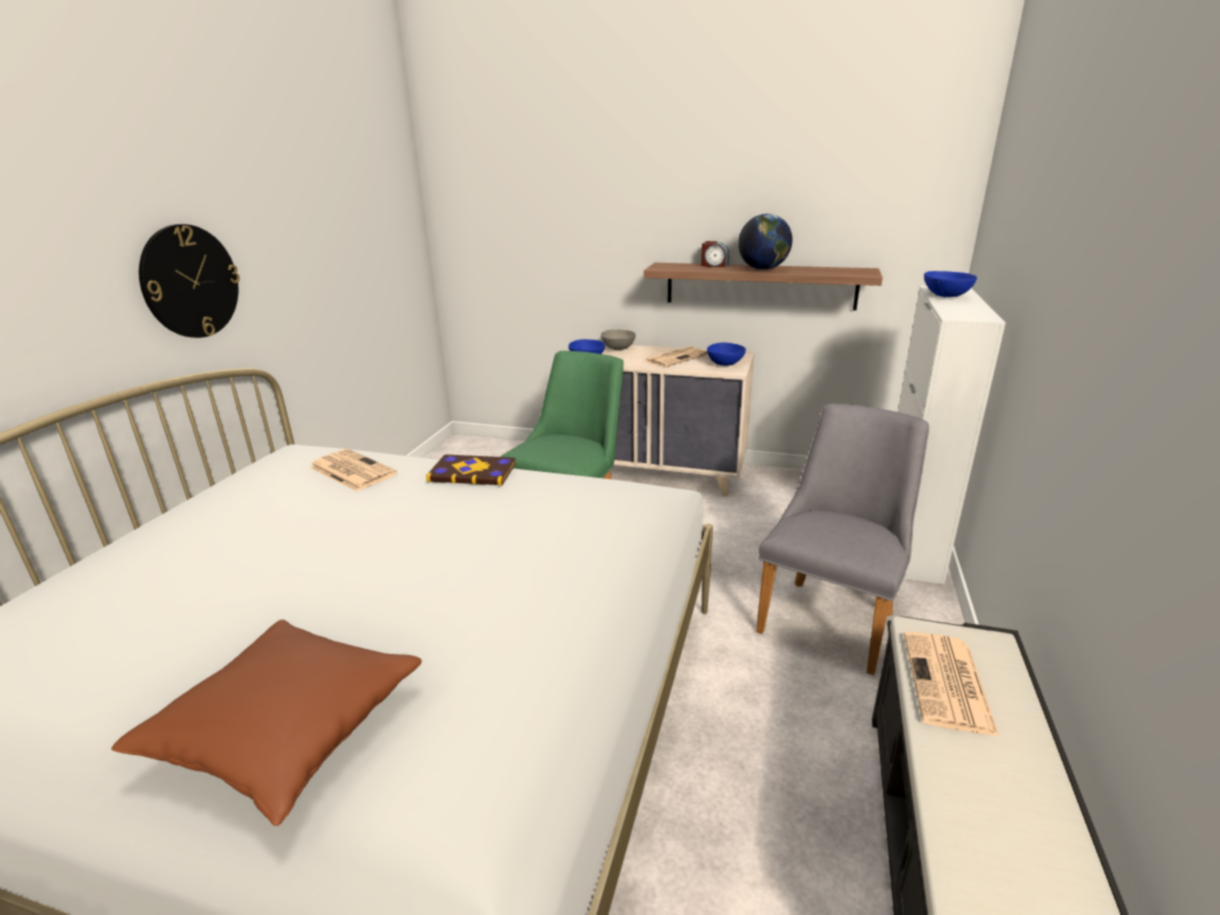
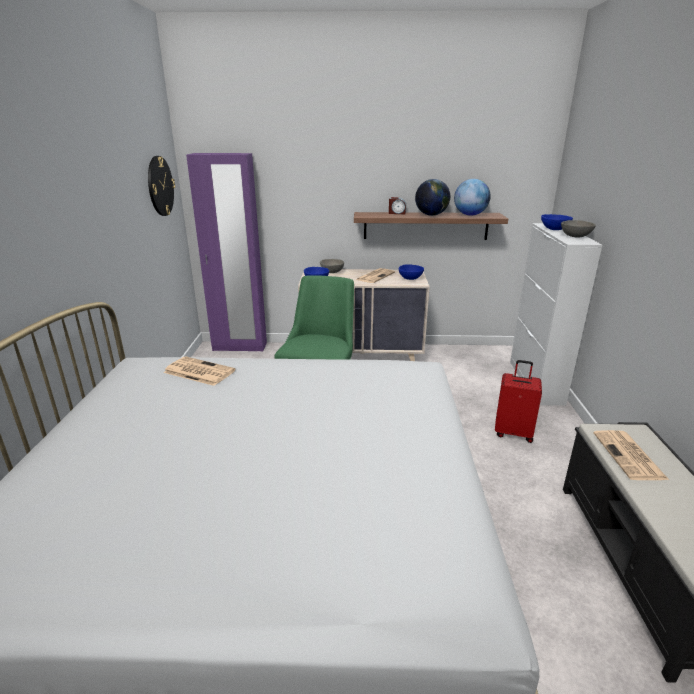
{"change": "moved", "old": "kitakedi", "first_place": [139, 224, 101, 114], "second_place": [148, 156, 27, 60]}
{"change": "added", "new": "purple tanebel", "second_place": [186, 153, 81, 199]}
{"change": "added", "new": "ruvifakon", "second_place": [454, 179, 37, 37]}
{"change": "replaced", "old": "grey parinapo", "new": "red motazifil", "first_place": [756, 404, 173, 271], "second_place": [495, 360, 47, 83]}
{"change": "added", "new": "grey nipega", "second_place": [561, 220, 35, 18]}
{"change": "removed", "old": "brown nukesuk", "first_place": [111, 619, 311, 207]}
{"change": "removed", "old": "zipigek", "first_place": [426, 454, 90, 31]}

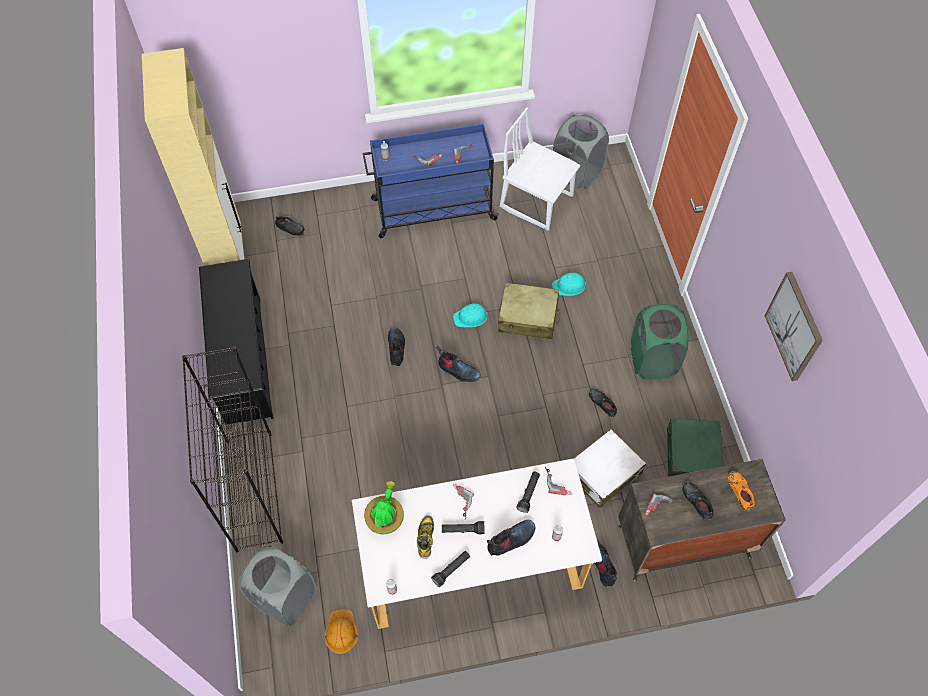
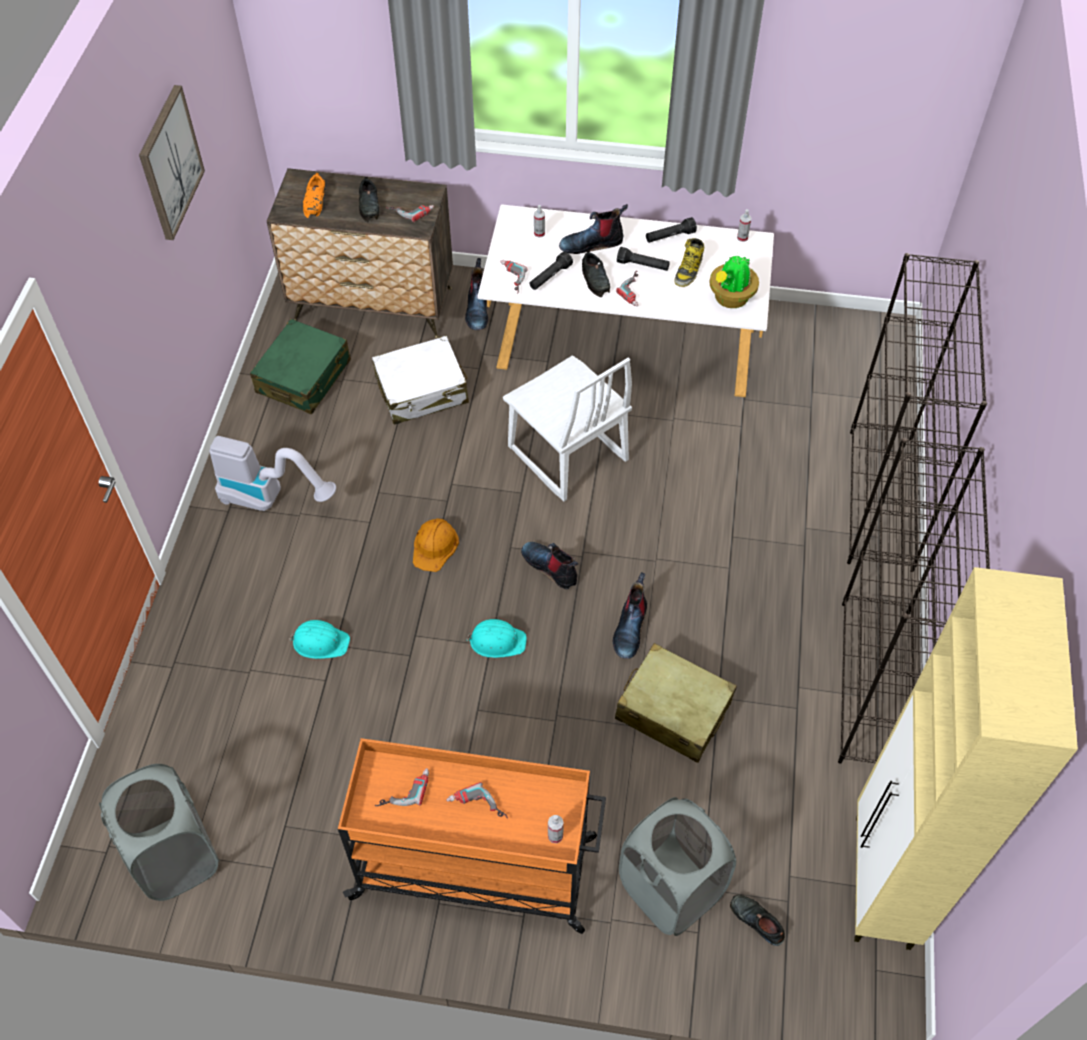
{"change": "replaced", "old": "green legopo", "new": "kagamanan", "first_place": [631, 304, 58, 76], "second_place": [210, 436, 126, 75]}
{"change": "recoloured", "old": "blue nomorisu", "new": "orange nomorisu", "first_place": [363, 123, 136, 115], "second_place": [338, 738, 268, 196]}
{"change": "moved", "old": "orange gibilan", "first_place": [325, 609, 33, 45], "second_place": [413, 518, 46, 54]}
{"change": "moved", "old": "white parinapo", "first_place": [500, 108, 81, 123], "second_place": [503, 356, 129, 146]}
{"change": "moved", "old": "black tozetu", "first_place": [589, 389, 28, 28], "second_place": [582, 250, 28, 47]}
{"change": "moved", "old": "beige motazifil", "first_place": [498, 283, 62, 56], "second_place": [615, 643, 122, 120]}
{"change": "moved", "old": "grey legopo", "first_place": [239, 545, 77, 82], "second_place": [619, 797, 117, 139]}
{"change": "replaced", "old": "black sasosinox", "new": "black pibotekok", "first_place": [199, 259, 75, 165], "second_place": [838, 438, 152, 326]}

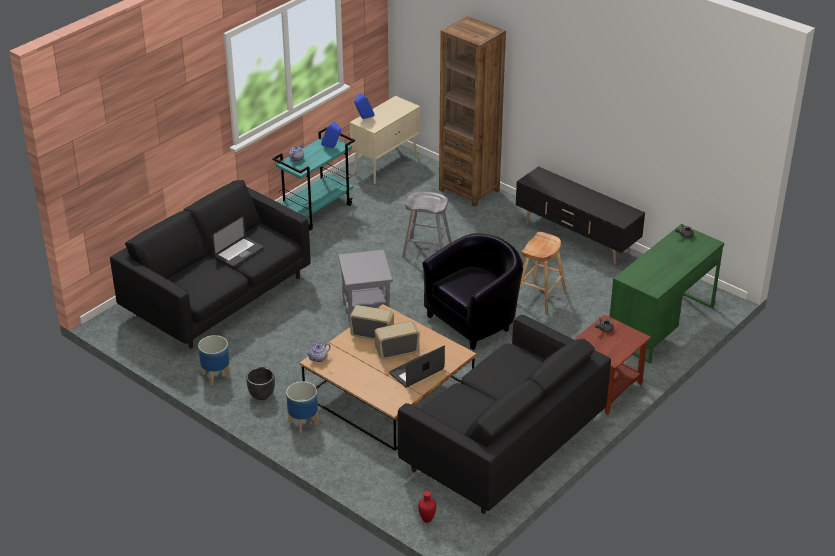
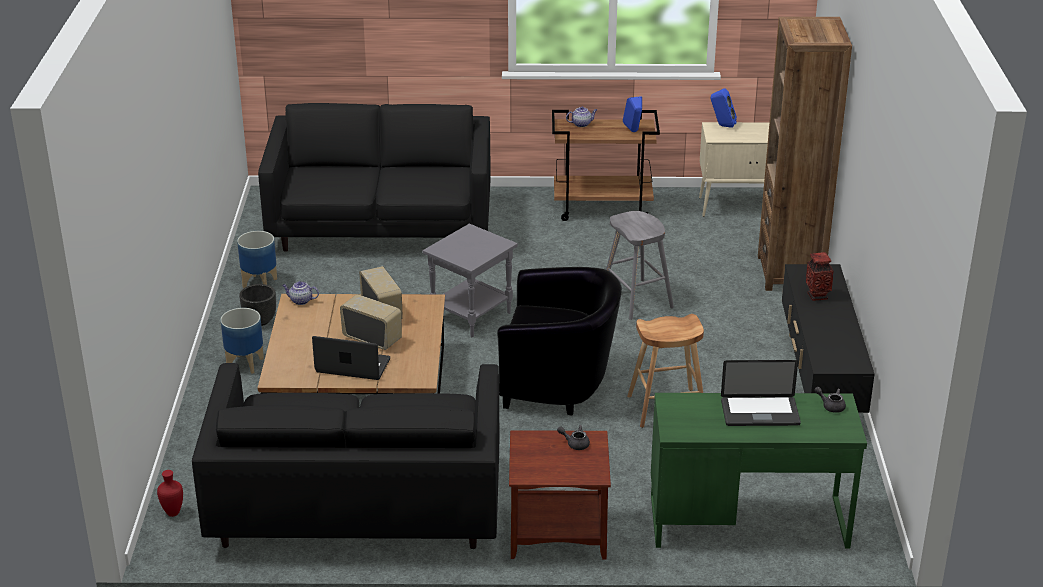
{"change": "recoloured", "old": "turquoise nomorisu", "new": "brown nomorisu", "first_place": [272, 127, 83, 103], "second_place": [552, 110, 108, 111]}
{"change": "moved", "old": "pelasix", "first_place": [212, 216, 52, 51], "second_place": [721, 360, 80, 66]}
{"change": "added", "new": "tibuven", "second_place": [806, 252, 28, 49]}

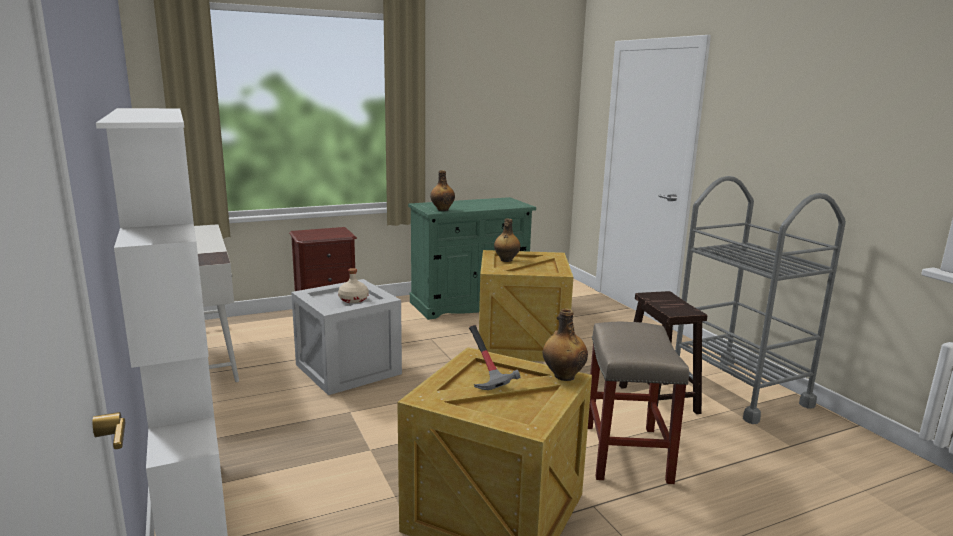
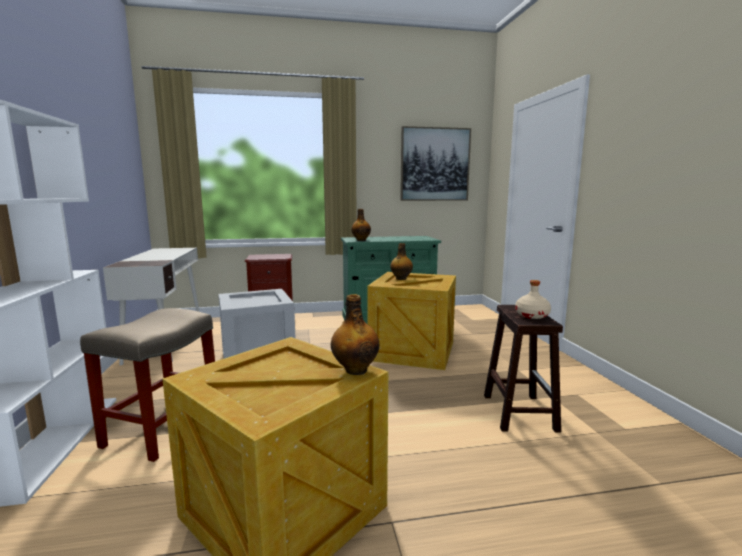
{"change": "moved", "old": "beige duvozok", "first_place": [588, 322, 101, 162], "second_place": [80, 308, 135, 154]}
{"change": "added", "new": "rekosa", "second_place": [400, 126, 71, 75]}
{"change": "moved", "old": "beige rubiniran", "first_place": [338, 268, 31, 35], "second_place": [515, 280, 36, 39]}
{"change": "removed", "old": "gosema", "first_place": [469, 325, 51, 65]}
{"change": "removed", "old": "grey nomorisu", "first_place": [675, 176, 171, 248]}

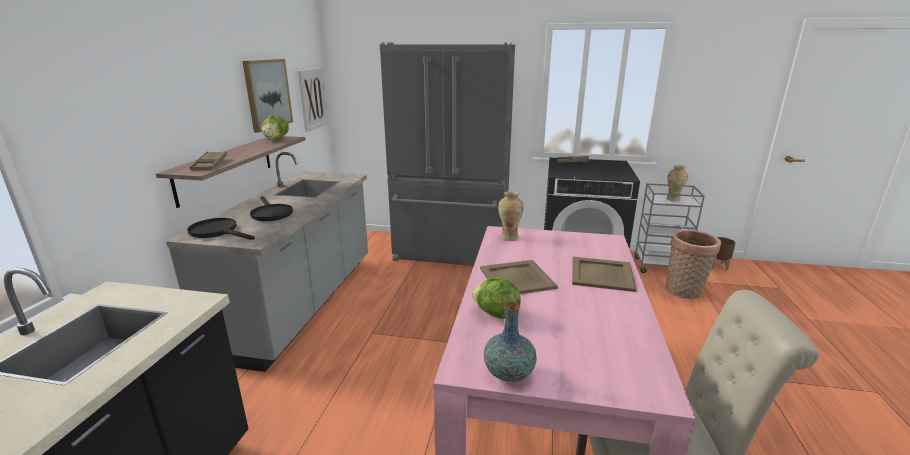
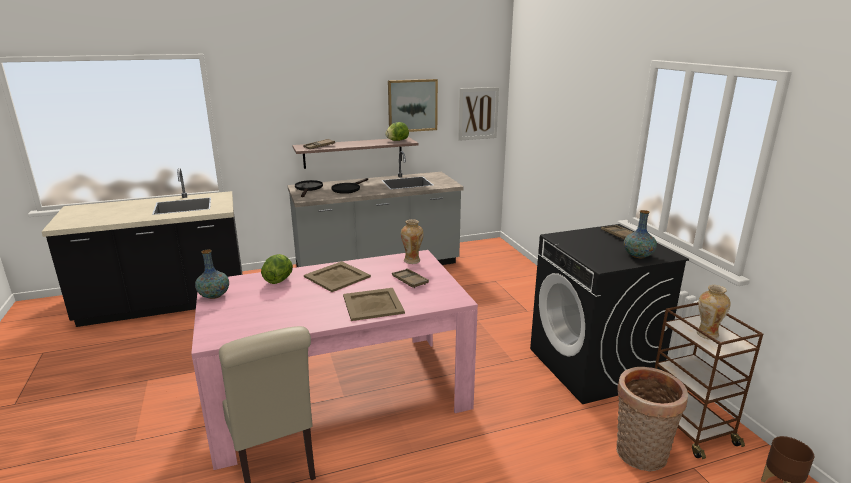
{"change": "added", "new": "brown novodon", "second_place": [392, 268, 37, 20]}
{"change": "added", "new": "tibuven", "second_place": [624, 210, 33, 48]}
{"change": "recoloured", "old": "grey nomorisu", "new": "brown nomorisu", "first_place": [634, 183, 71, 90], "second_place": [655, 302, 108, 157]}
{"change": "removed", "old": "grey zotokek", "first_place": [380, 42, 135, 224]}

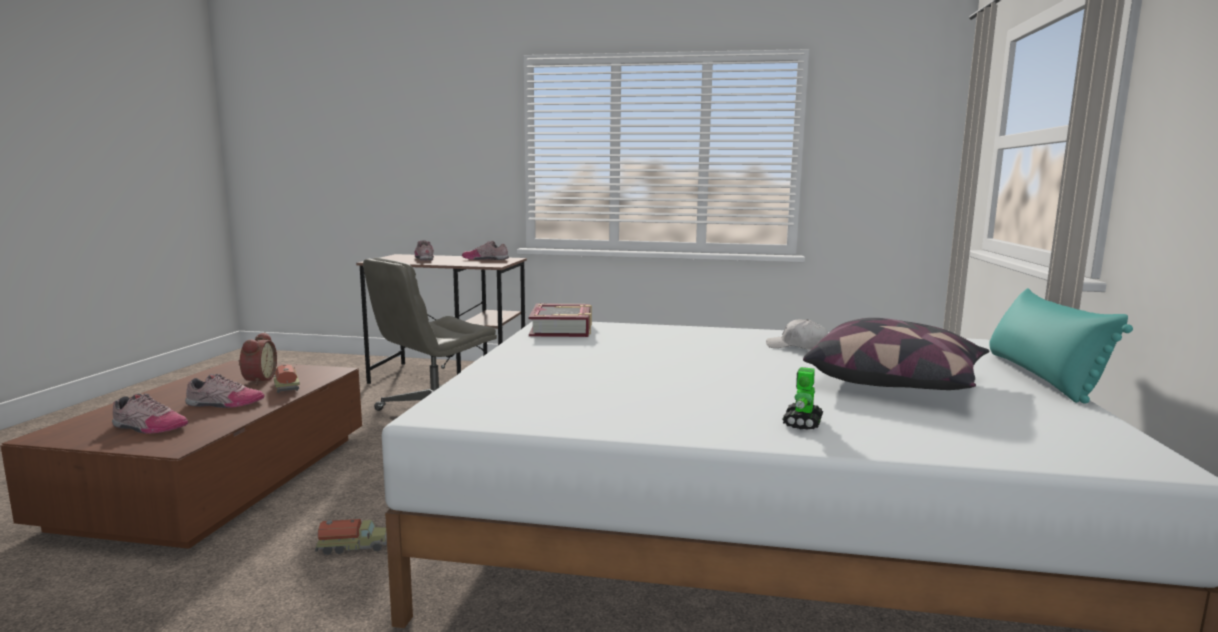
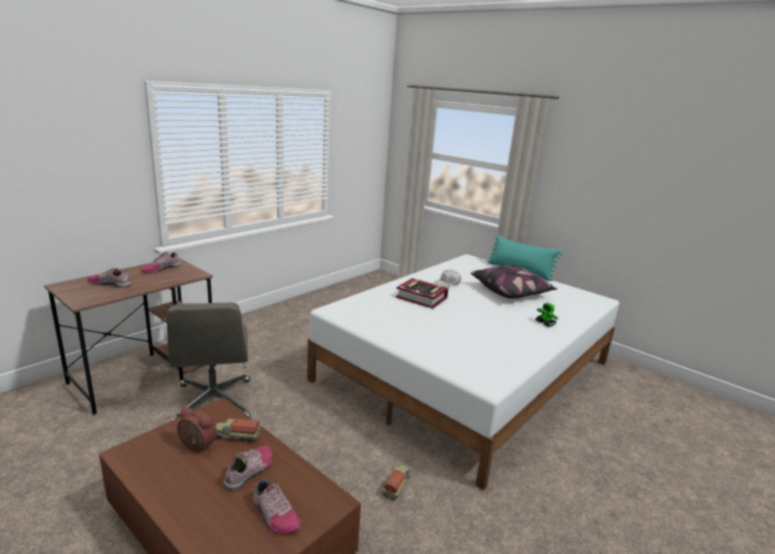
{"change": "turned", "old": "tozetu", "first_place": [112, 393, 76, 41], "second_place": [253, 479, 48, 55], "degrees": 90}
{"change": "moved", "old": "zipigek", "first_place": [529, 303, 63, 34], "second_place": [396, 278, 53, 31]}

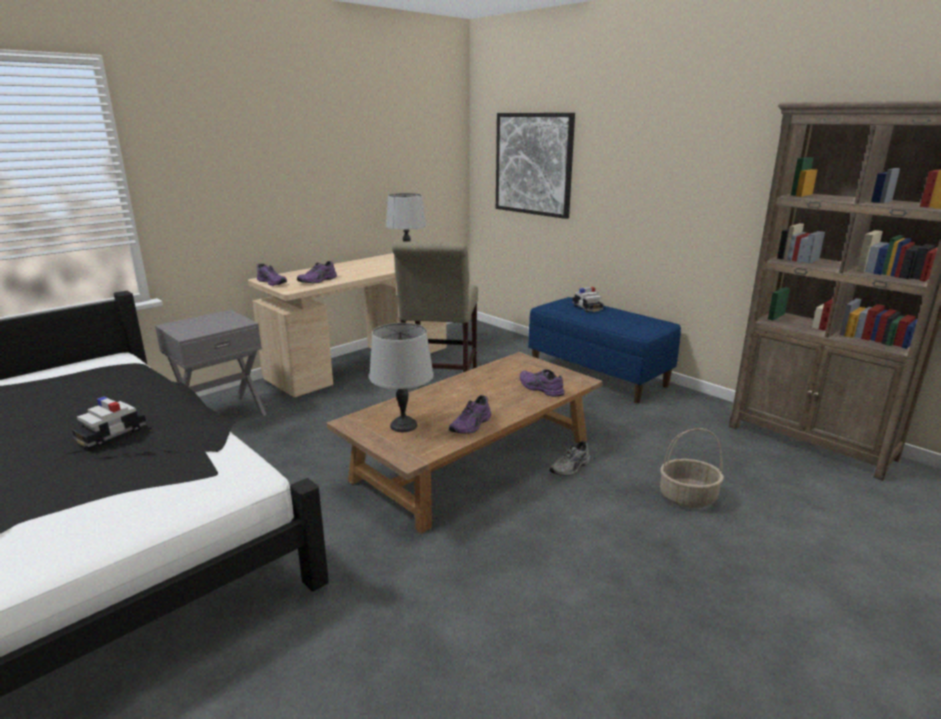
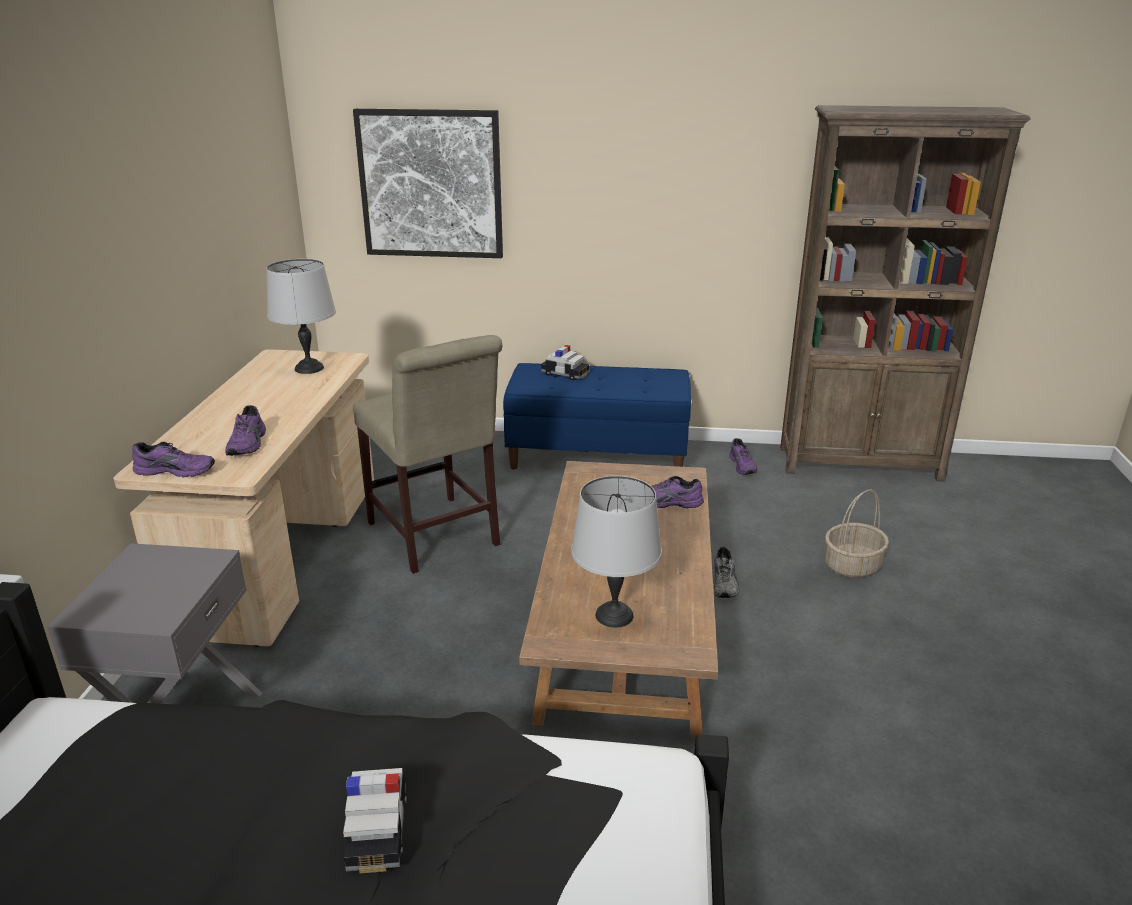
{"change": "moved", "old": "purple tozetu", "first_place": [449, 395, 42, 39], "second_place": [729, 438, 28, 37]}

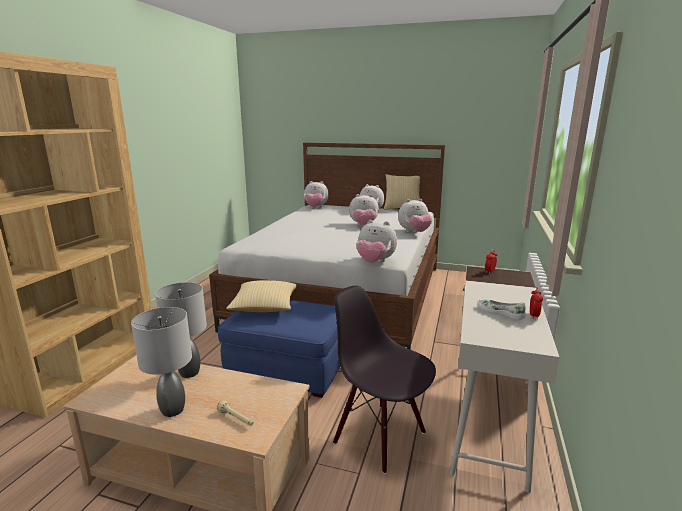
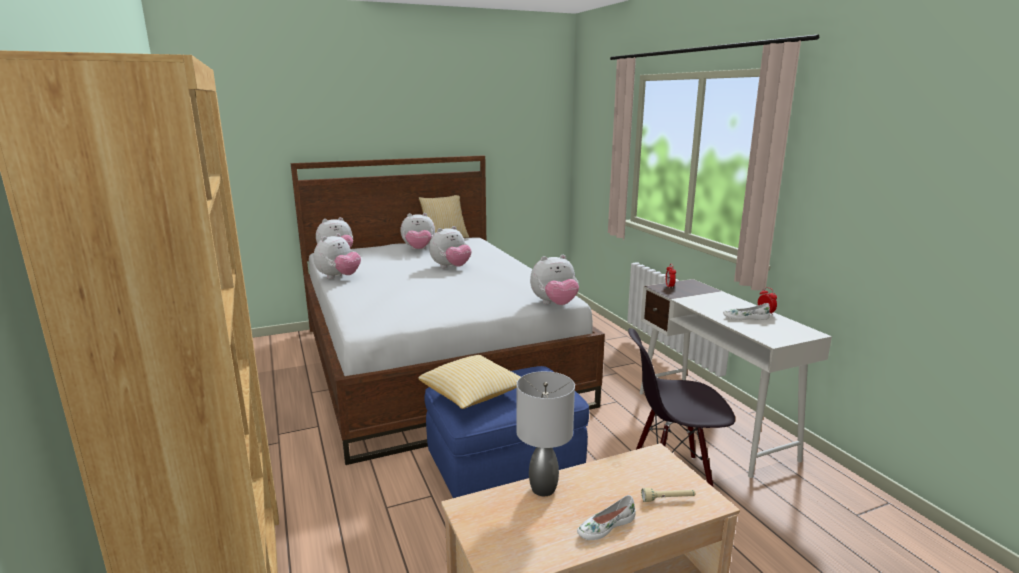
{"change": "moved", "old": "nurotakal", "first_place": [398, 199, 34, 34], "second_place": [314, 233, 47, 46]}
{"change": "replaced", "old": "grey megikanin", "new": "white tozetu", "first_place": [131, 307, 61, 110], "second_place": [577, 495, 59, 45]}

